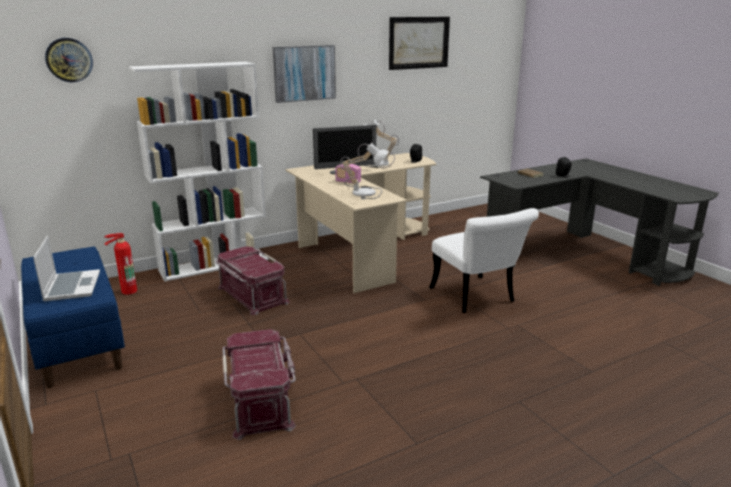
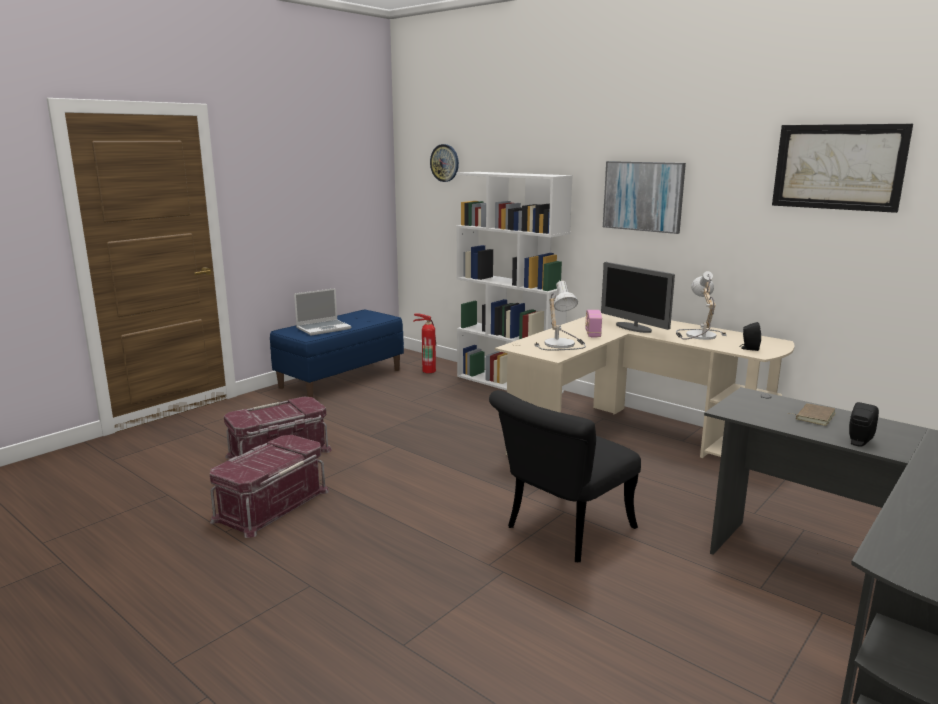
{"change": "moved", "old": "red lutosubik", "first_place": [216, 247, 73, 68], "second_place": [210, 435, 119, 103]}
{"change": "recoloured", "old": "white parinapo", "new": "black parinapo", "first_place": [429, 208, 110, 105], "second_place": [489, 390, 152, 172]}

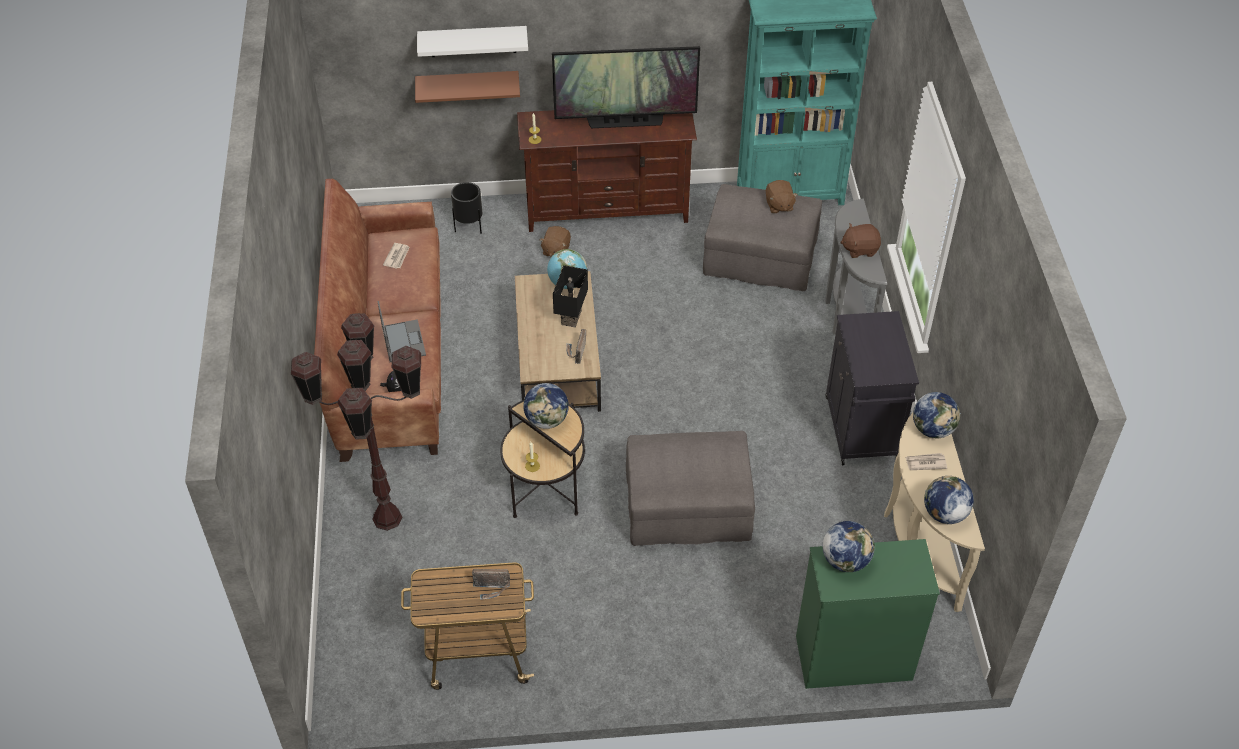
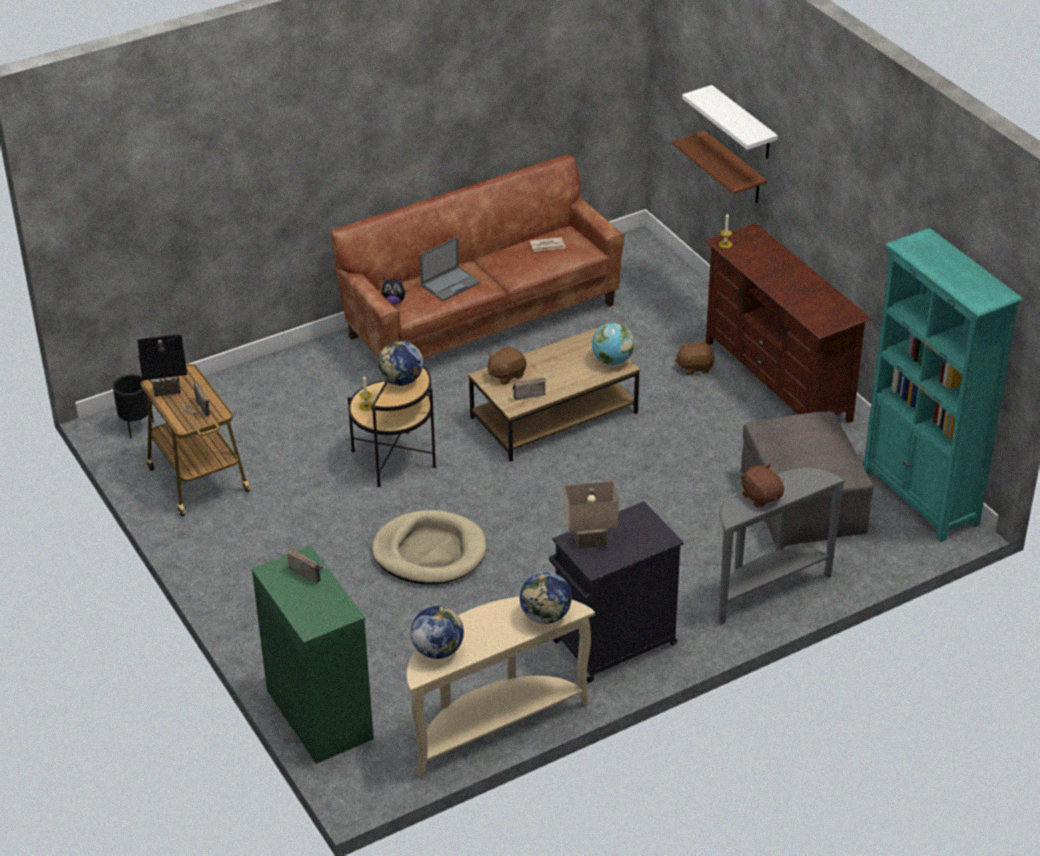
{"change": "moved", "old": "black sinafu", "first_place": [451, 182, 31, 52], "second_place": [113, 374, 41, 65]}
{"change": "moved", "old": "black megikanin", "first_place": [553, 265, 35, 63], "second_place": [137, 334, 50, 63]}
{"change": "replaced", "old": "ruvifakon", "new": "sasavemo", "first_place": [822, 521, 53, 51], "second_place": [287, 549, 39, 35]}
{"change": "replaced", "old": "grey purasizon", "new": "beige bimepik", "first_place": [626, 431, 129, 115], "second_place": [372, 510, 115, 75]}
{"change": "moved", "old": "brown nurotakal", "first_place": [766, 180, 32, 34], "second_place": [488, 347, 39, 38]}
{"change": "added", "new": "beige megikanin", "second_place": [564, 481, 55, 68]}
{"change": "removed", "old": "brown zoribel", "first_place": [291, 313, 130, 218]}
{"change": "removed", "old": "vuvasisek", "first_place": [552, 46, 148, 82]}
{"change": "removed", "old": "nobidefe", "first_place": [905, 453, 42, 17]}

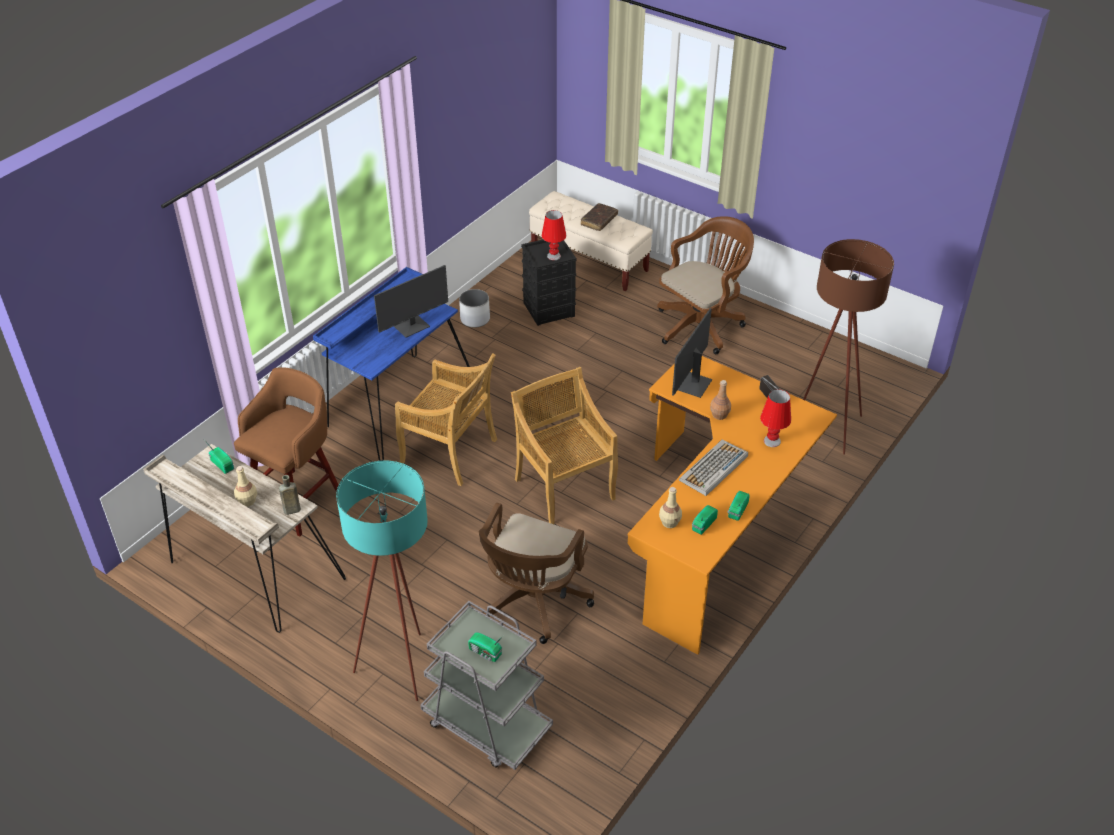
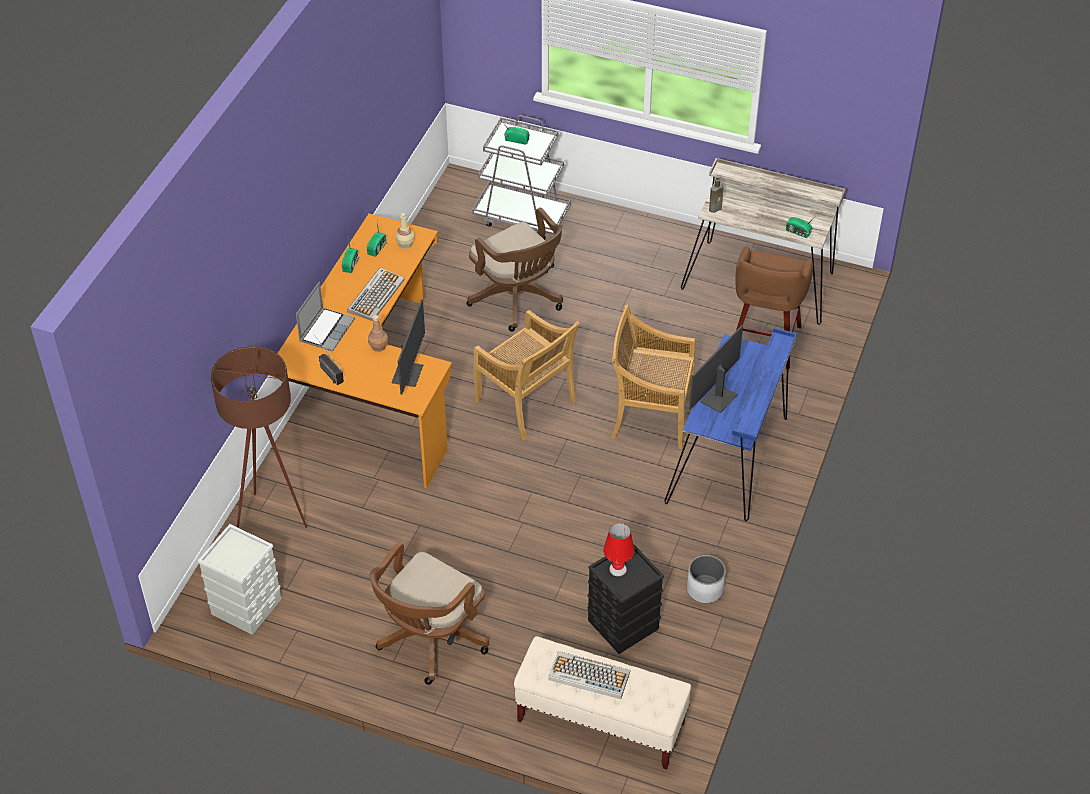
{"change": "added", "new": "grey lutosubik", "second_place": [198, 524, 84, 111]}
{"change": "replaced", "old": "red megikanin", "new": "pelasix", "first_place": [760, 389, 31, 58], "second_place": [296, 282, 59, 70]}
{"change": "turned", "old": "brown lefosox", "first_place": [479, 503, 115, 141], "second_place": [466, 208, 97, 124], "degrees": 135}
{"change": "replaced", "old": "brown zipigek", "new": "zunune", "first_place": [581, 203, 37, 28], "second_place": [548, 651, 83, 48]}
{"change": "removed", "old": "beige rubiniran", "first_place": [234, 466, 23, 41]}
{"change": "removed", "old": "turquoise zoribel", "first_place": [336, 460, 92, 241]}

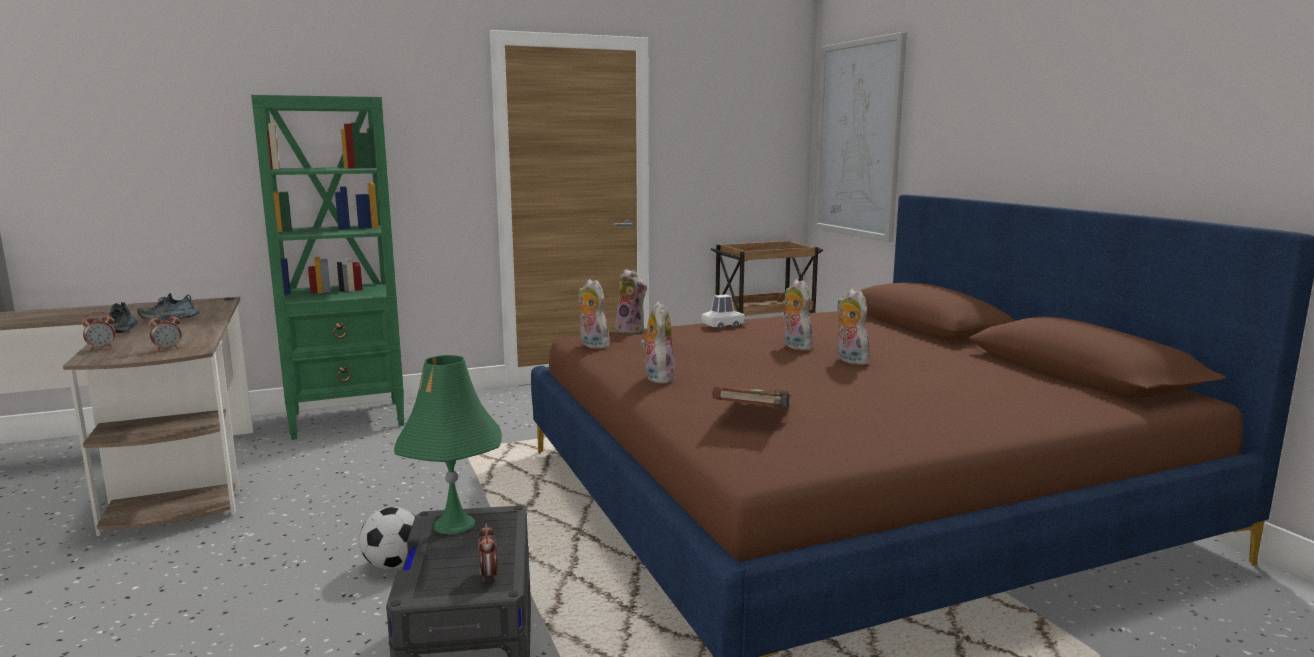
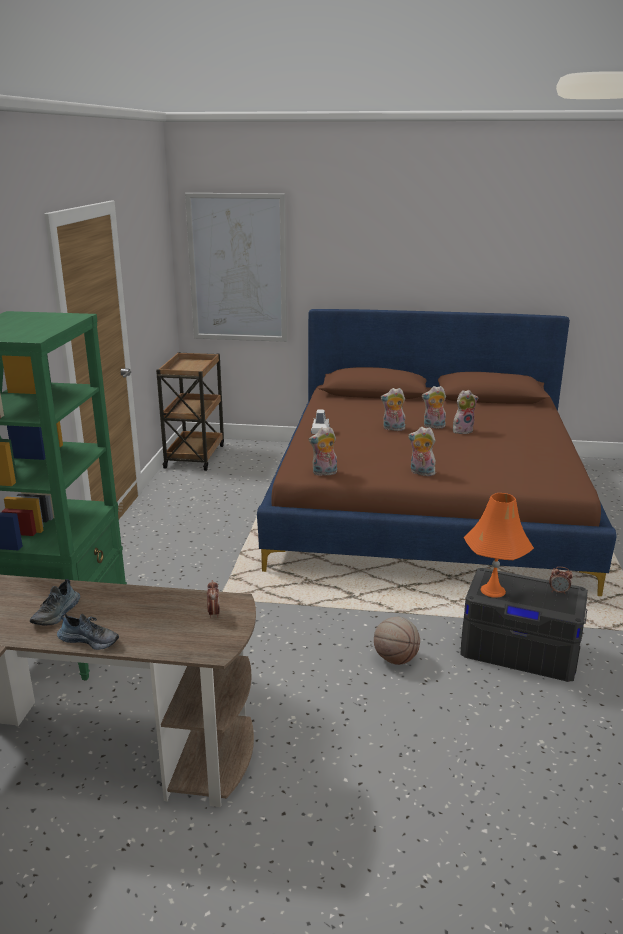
{"change": "replaced", "old": "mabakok", "new": "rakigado", "first_place": [359, 507, 56, 62], "second_place": [374, 617, 46, 48]}
{"change": "moved", "old": "nurotakal", "first_place": [616, 269, 31, 65], "second_place": [453, 390, 25, 44]}
{"change": "recoloured", "old": "green megikanin", "new": "orange megikanin", "first_place": [394, 355, 108, 179], "second_place": [464, 493, 70, 105]}
{"change": "removed", "old": "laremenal", "first_place": [82, 312, 34, 38]}
{"change": "removed", "old": "brown zipigek", "first_place": [713, 387, 79, 21]}

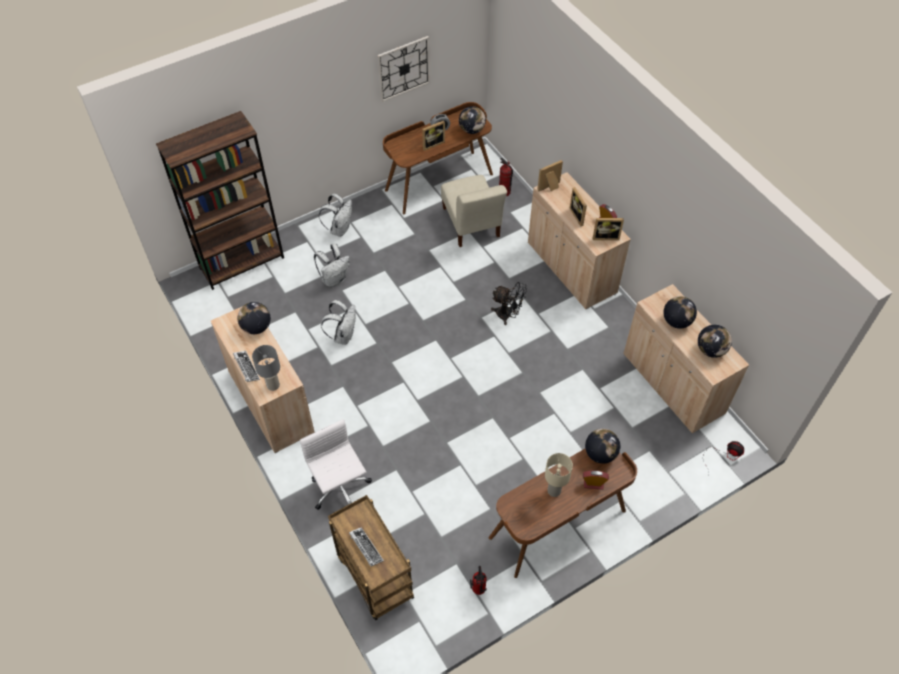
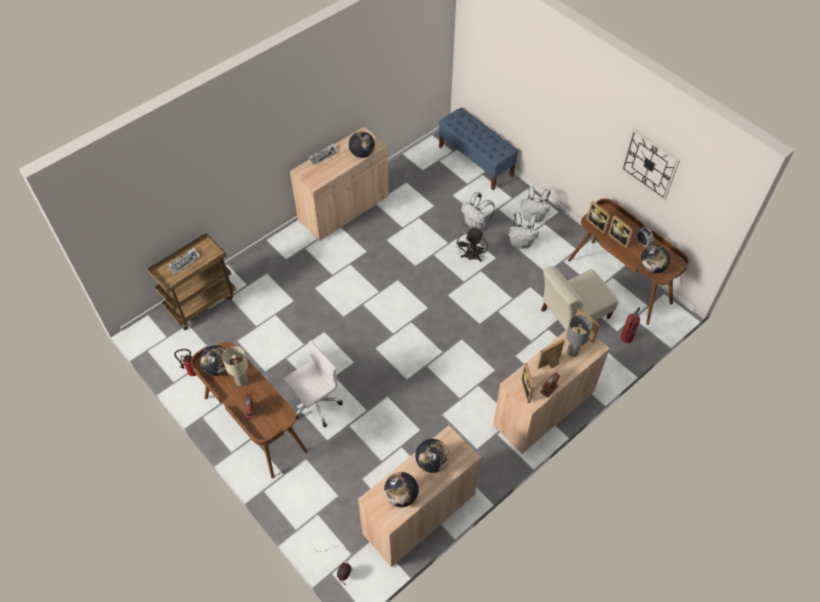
{"change": "moved", "old": "ruvifakon", "first_place": [585, 429, 35, 35], "second_place": [200, 345, 31, 31]}
{"change": "moved", "old": "white lefosox", "first_place": [300, 419, 72, 91], "second_place": [283, 340, 60, 87]}
{"change": "replaced", "old": "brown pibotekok", "new": "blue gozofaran", "first_place": [156, 111, 128, 179], "second_place": [438, 107, 81, 83]}
{"change": "moved", "old": "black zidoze", "first_place": [491, 282, 36, 43], "second_place": [456, 227, 32, 35]}
{"change": "moved", "old": "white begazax", "first_place": [321, 300, 35, 45], "second_place": [509, 212, 30, 37]}
{"change": "moved", "old": "grey megikanin", "first_place": [252, 345, 28, 46], "second_place": [566, 315, 26, 42]}
{"change": "added", "new": "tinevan", "second_place": [587, 201, 24, 33]}

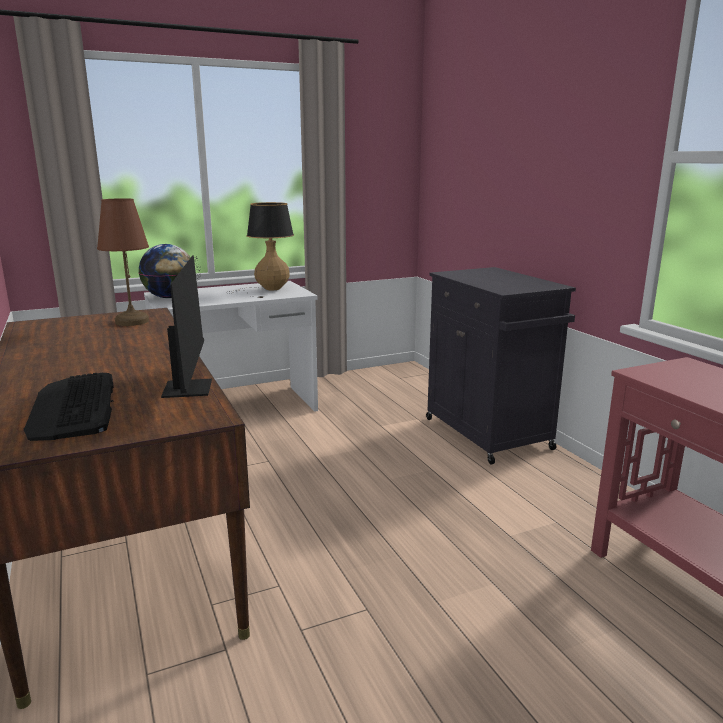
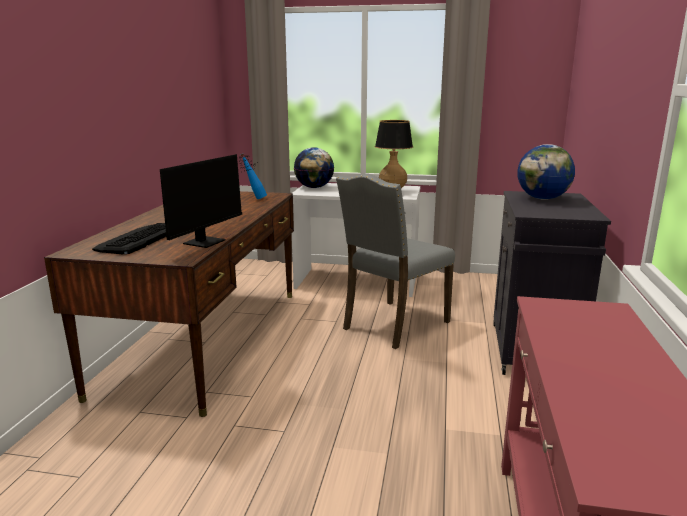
{"change": "replaced", "old": "brown megikanin", "new": "blue rubiniran", "first_place": [97, 198, 52, 128], "second_place": [241, 153, 26, 46]}
{"change": "added", "new": "grey parinapo", "second_place": [336, 174, 119, 175]}
{"change": "added", "new": "ruvifakon", "second_place": [517, 144, 58, 56]}

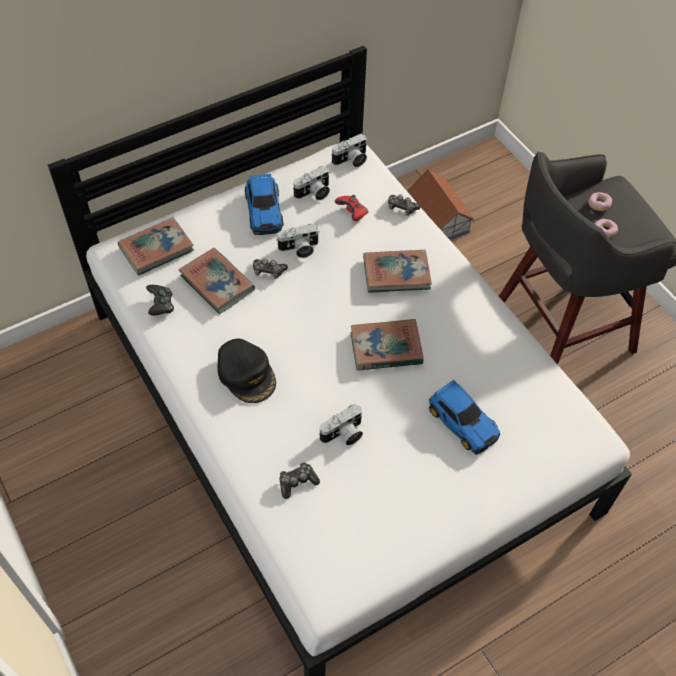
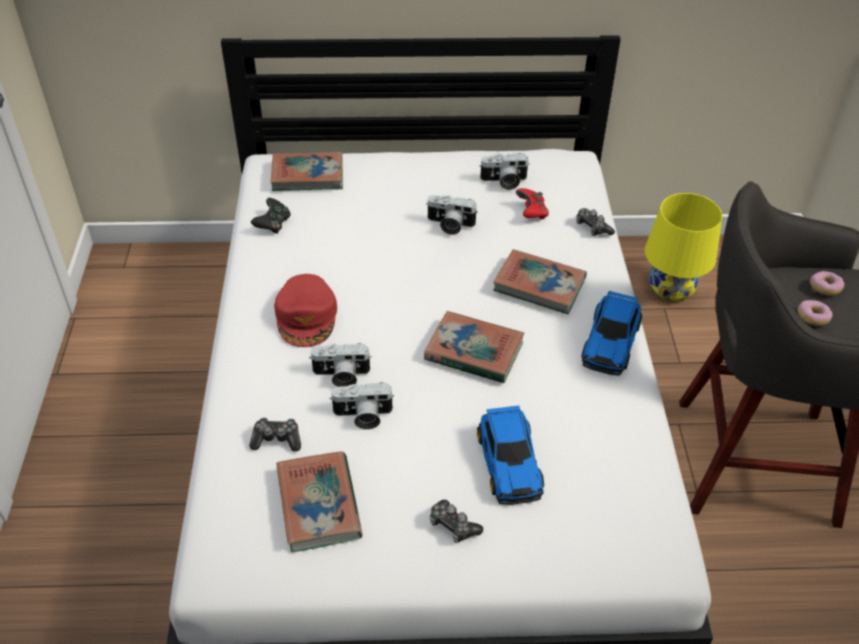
{"change": "recoloured", "old": "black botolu", "new": "red botolu", "first_place": [217, 339, 59, 64], "second_place": [274, 274, 63, 73]}
{"change": "moved", "old": "zipigek", "first_place": [179, 248, 76, 66], "second_place": [276, 451, 87, 101]}
{"change": "moved", "old": "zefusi", "first_place": [331, 134, 36, 33], "second_place": [309, 343, 63, 44]}
{"change": "moved", "old": "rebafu", "first_place": [253, 258, 35, 21], "second_place": [430, 500, 53, 43]}
{"change": "moved", "old": "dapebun", "first_place": [245, 174, 38, 61], "second_place": [581, 291, 61, 85]}
{"change": "replaced", "old": "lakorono", "new": "yellow megikanin", "first_place": [407, 170, 67, 70], "second_place": [645, 193, 77, 109]}

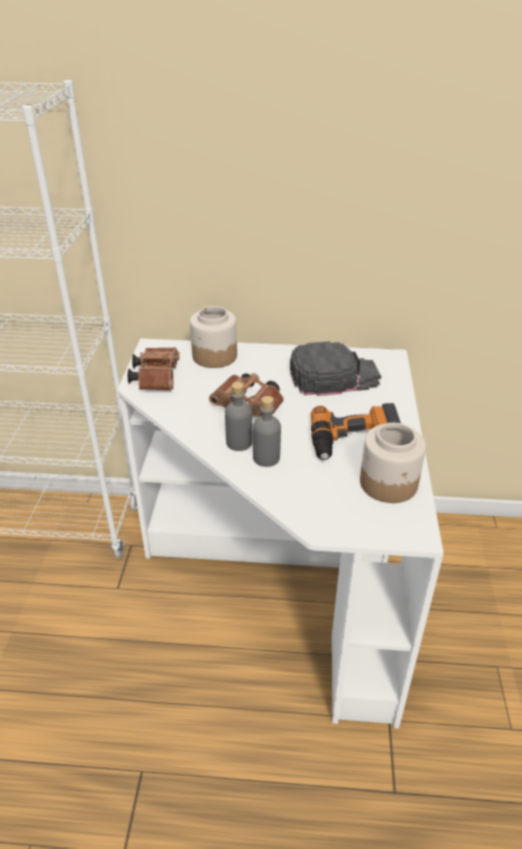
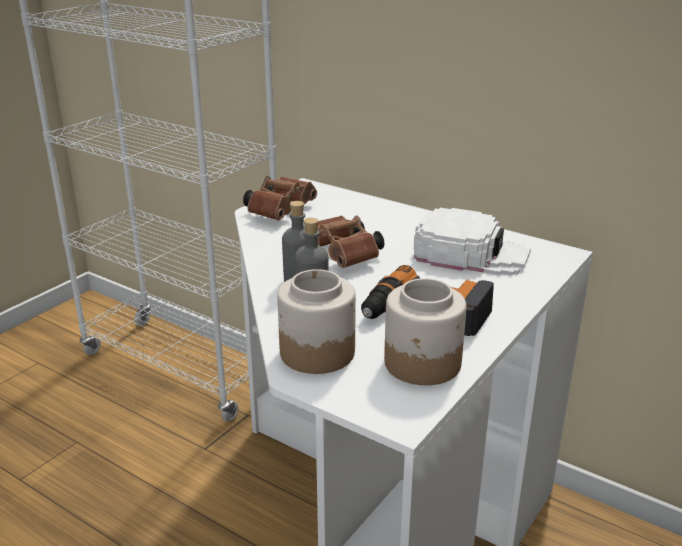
{"change": "moved", "old": "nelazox", "first_place": [190, 306, 47, 62], "second_place": [277, 269, 79, 105]}
{"change": "recoloured", "old": "black botolu", "new": "white botolu", "first_place": [290, 341, 91, 55], "second_place": [414, 208, 117, 68]}

